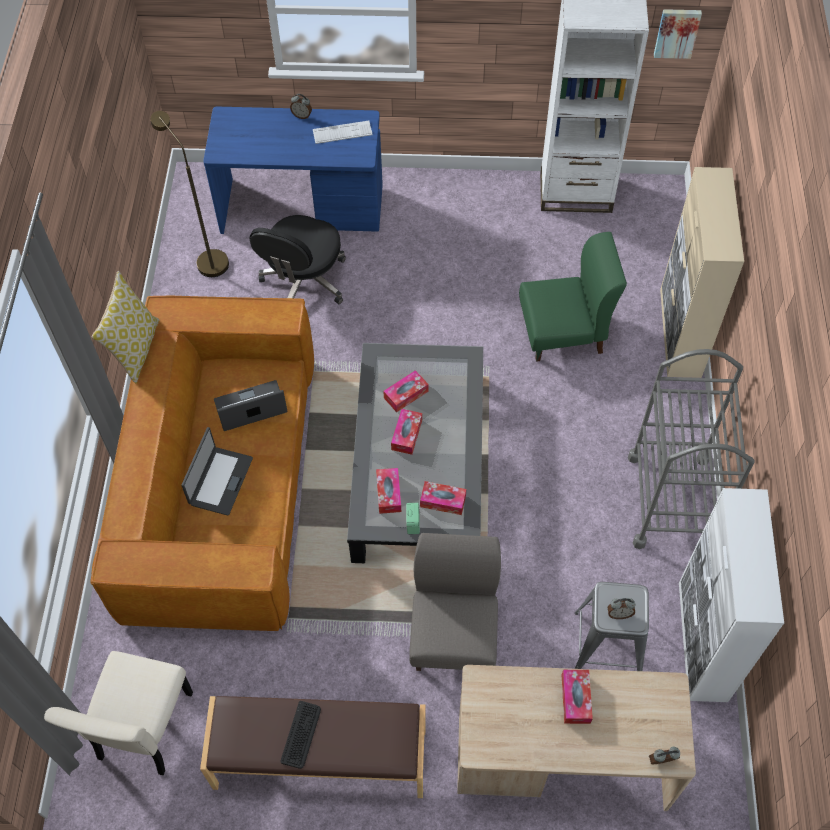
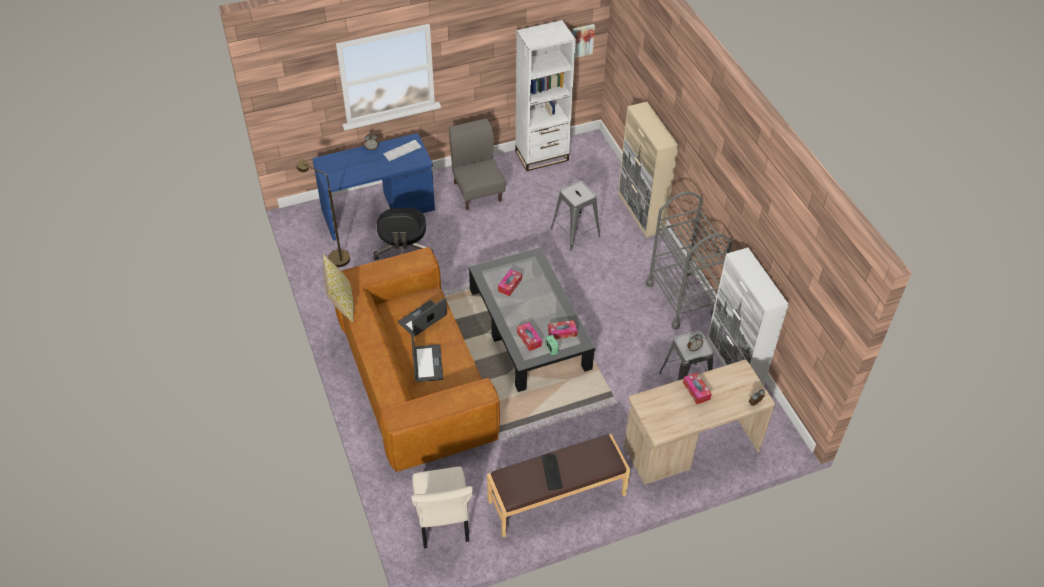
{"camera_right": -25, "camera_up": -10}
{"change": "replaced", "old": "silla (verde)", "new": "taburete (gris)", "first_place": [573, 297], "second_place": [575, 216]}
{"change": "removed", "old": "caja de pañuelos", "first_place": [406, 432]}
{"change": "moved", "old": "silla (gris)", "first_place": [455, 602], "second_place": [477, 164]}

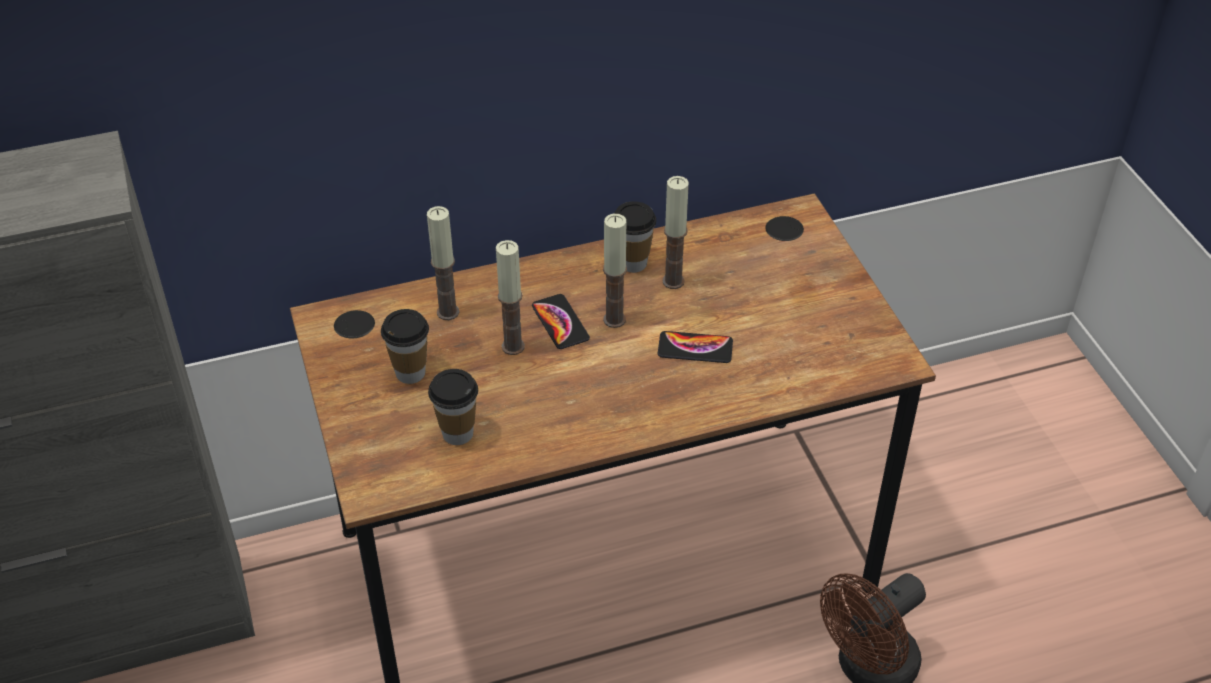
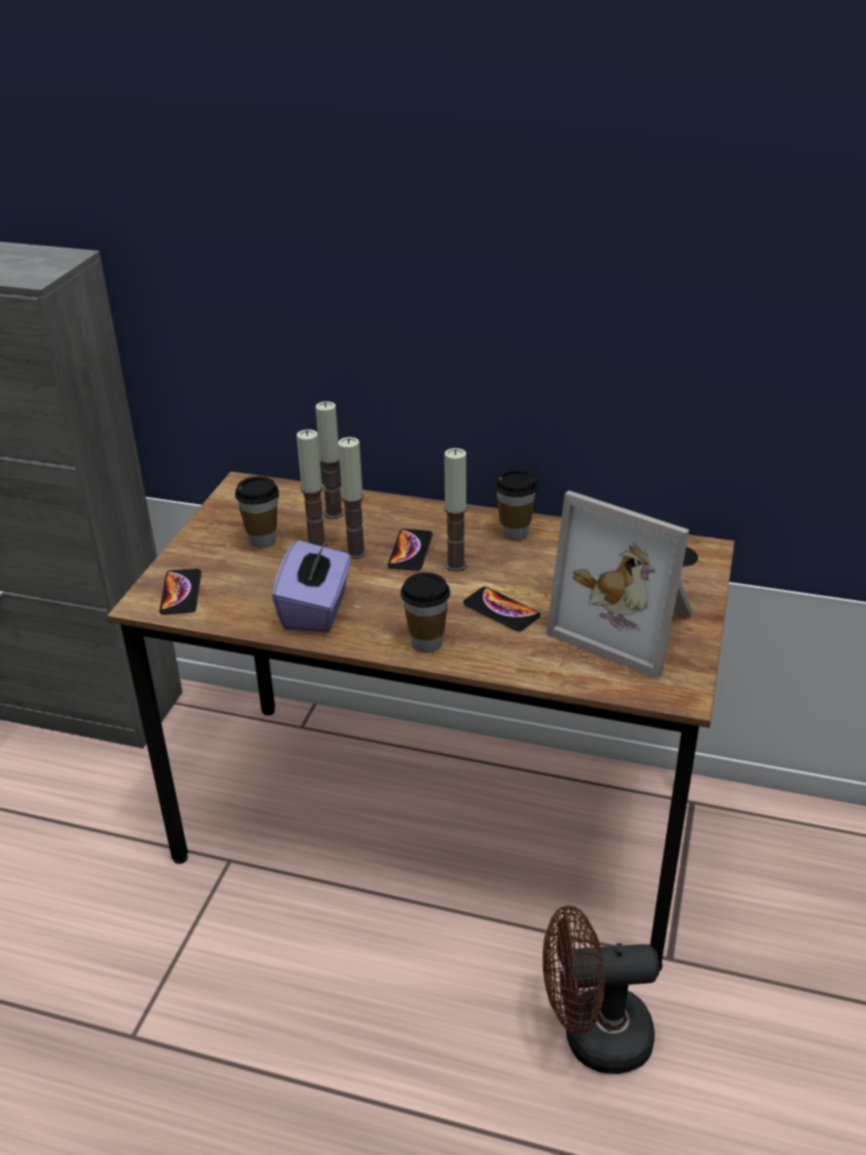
{"camera_right": 35, "camera_up": -10}
{"change": "moved", "old": "vela", "first_place": [675, 232], "second_place": [312, 488]}
{"change": "moved", "old": "taza", "first_place": [453, 407], "second_place": [425, 612]}
{"change": "added", "new": "portarretratos", "second_place": [620, 584]}
{"change": "added", "new": "caja de pañuelos (morado)", "second_place": [311, 586]}
{"change": "added", "new": "móvil", "second_place": [180, 591]}

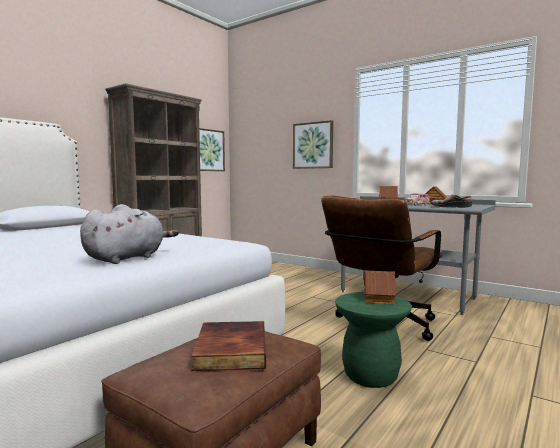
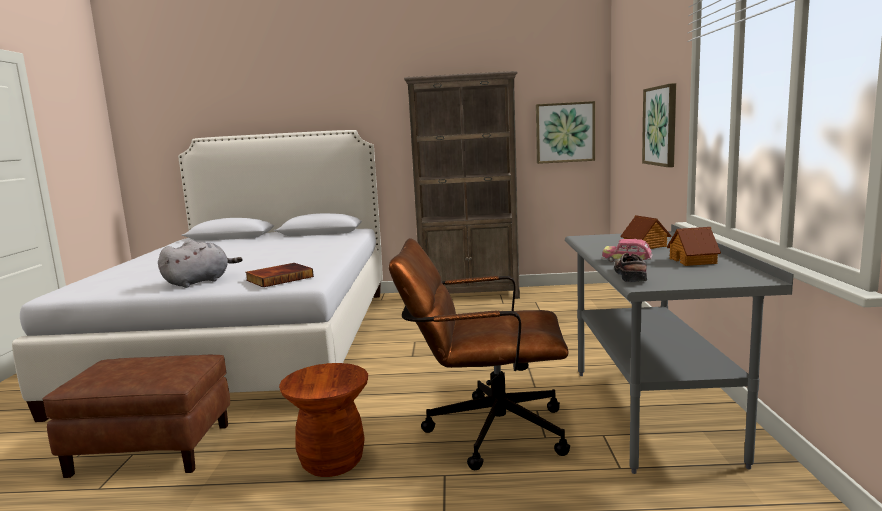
{"camera_right": 55, "camera_up": 5}
{"change": "turned", "old": "peluche (gris)", "first_place": [129, 234], "second_place": [200, 264], "degrees": -45}
{"change": "removed", "old": "casita", "first_place": [380, 287]}
{"change": "recoloured", "old": "taburete (verde)", "new": "taburete (marrón)", "first_place": [373, 340], "second_place": [323, 420]}
{"change": "moved", "old": "libro", "first_place": [228, 346], "second_place": [279, 275]}

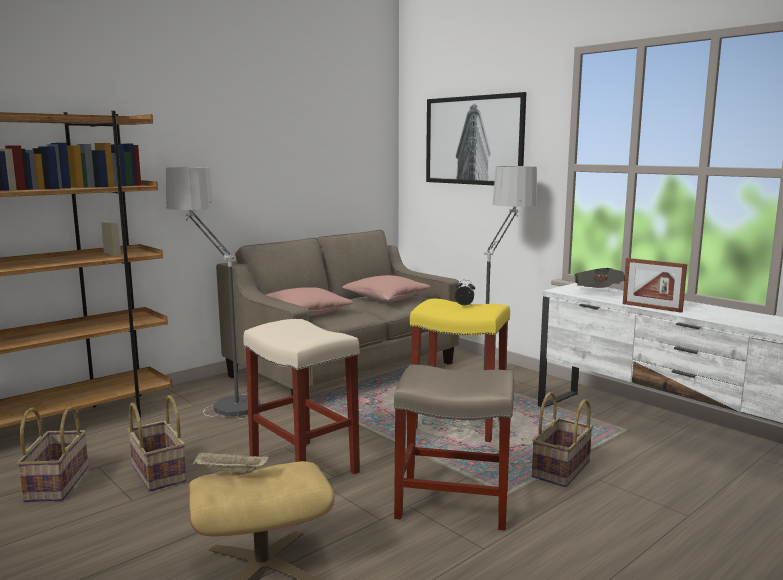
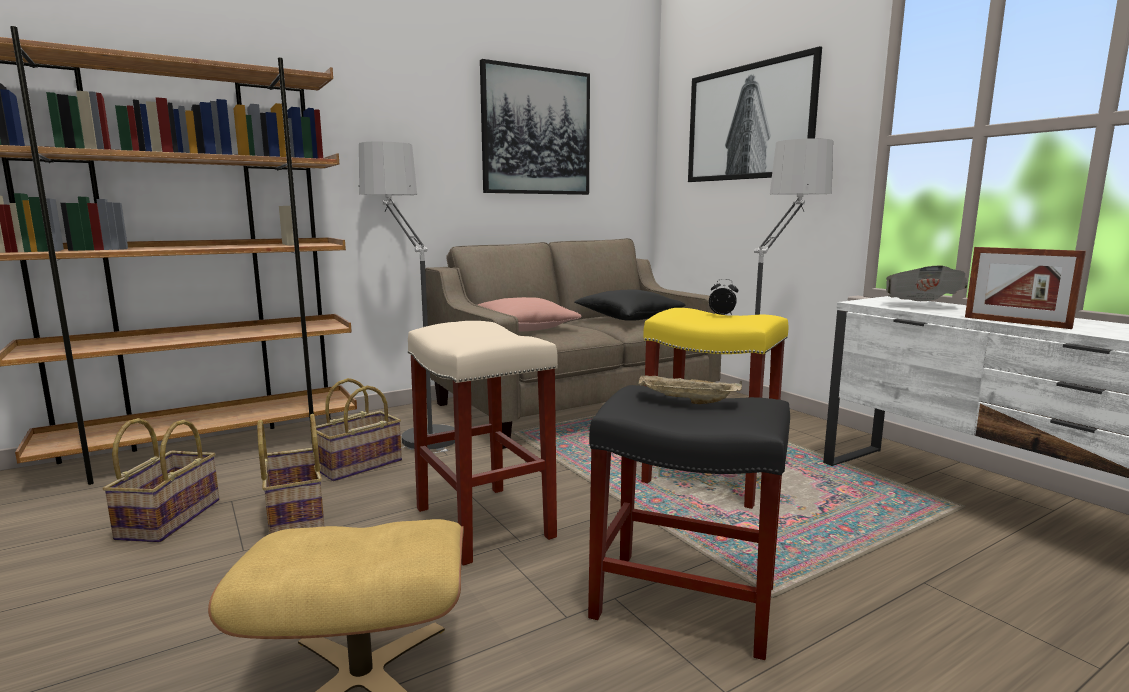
{"camera_right": 10, "camera_up": 0}
{"change": "recoloured", "old": "cojín (rosa)", "new": "cojín (negro)", "first_place": [386, 288], "second_place": [630, 305]}
{"change": "recoloured", "old": "taburete (beis)", "new": "taburete (negro)", "first_place": [454, 448], "second_place": [689, 522]}
{"change": "moved", "old": "cesta", "first_place": [562, 439], "second_place": [356, 429]}
{"change": "moved", "old": "bandeja (beis)", "first_place": [231, 463], "second_place": [690, 389]}
{"change": "added", "new": "cuadro", "second_place": [535, 127]}

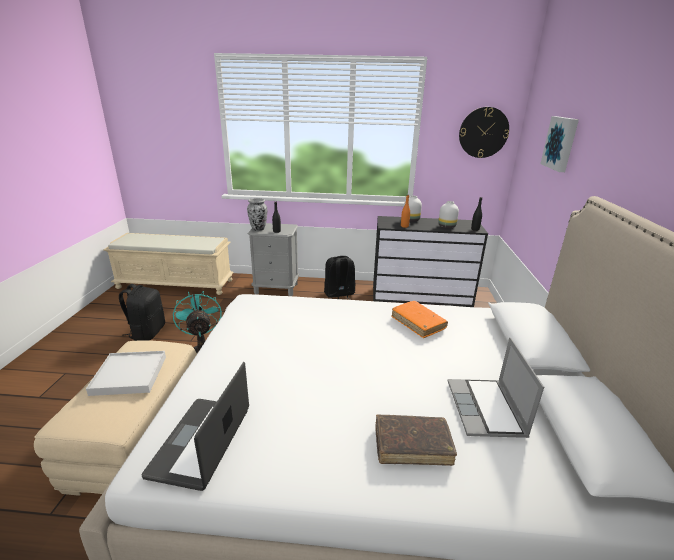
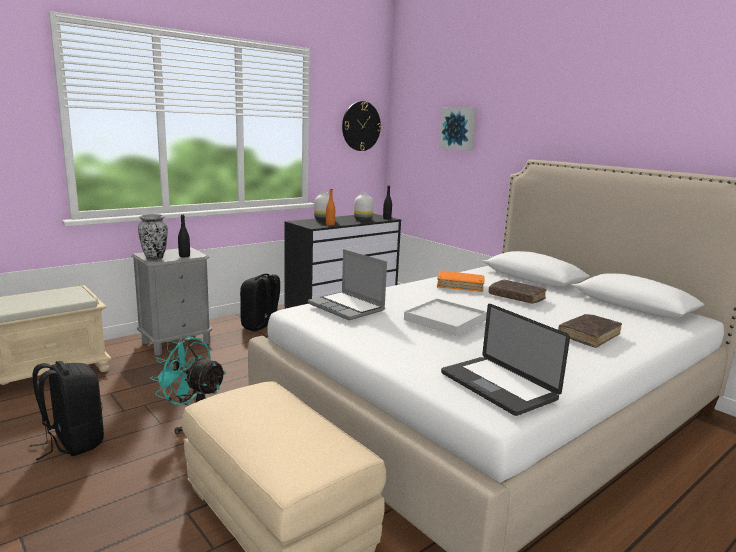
{"camera_right": -45, "camera_up": -10}
{"change": "moved", "old": "portátil", "first_place": [496, 387], "second_place": [347, 284]}
{"change": "moved", "old": "bandeja (blanco)", "first_place": [126, 373], "second_place": [445, 317]}
{"change": "added", "new": "libro (marrón)", "second_place": [517, 292]}

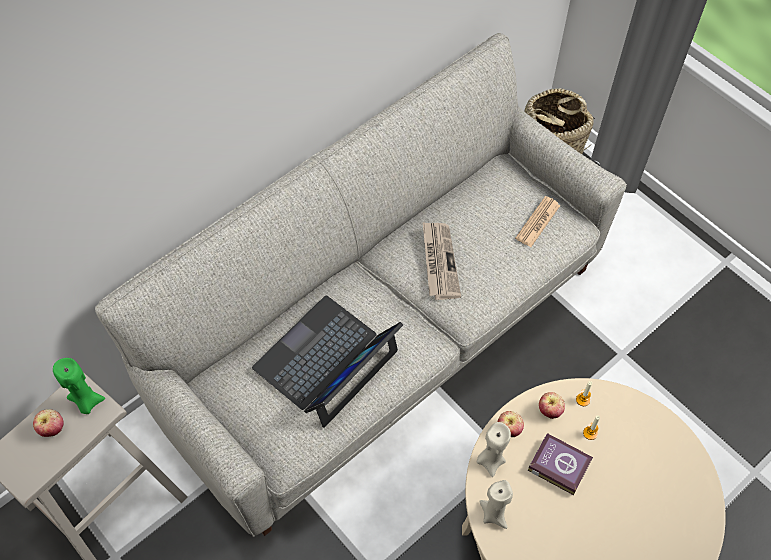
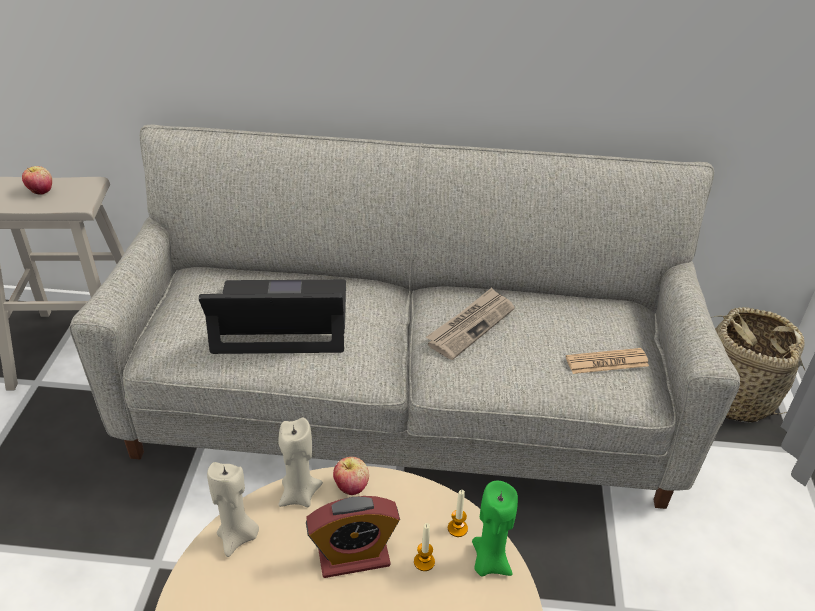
{"camera_right": 45, "camera_up": -20}
{"change": "moved", "old": "vela (verde)", "first_place": [79, 386], "second_place": [495, 529]}
{"change": "removed", "old": "manzana", "first_place": [552, 405]}
{"change": "replaced", "old": "libro", "new": "despertador", "first_place": [560, 464], "second_place": [353, 537]}

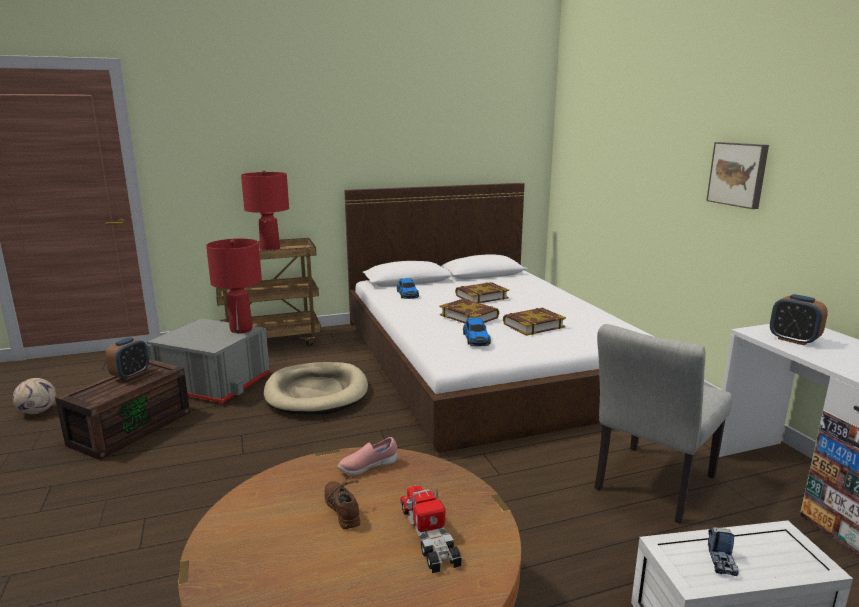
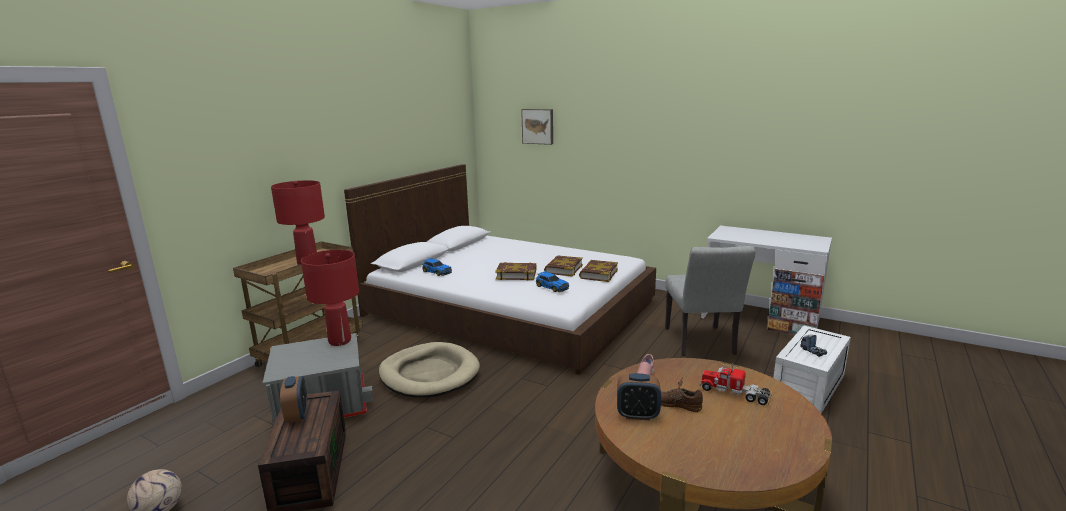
{"camera_right": -40, "camera_up": 0}
{"change": "moved", "old": "cuadro", "first_place": [737, 175], "second_place": [537, 127]}
{"change": "moved", "old": "libro", "first_place": [482, 292], "second_place": [598, 271]}
{"change": "moved", "old": "despertador", "first_place": [799, 319], "second_place": [639, 396]}

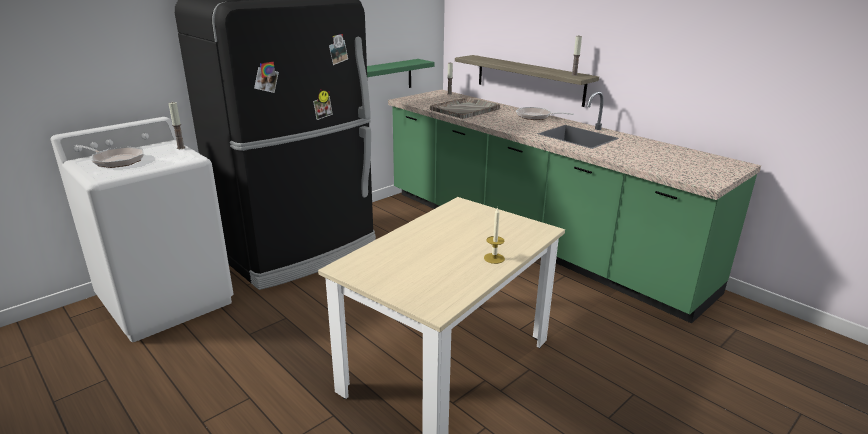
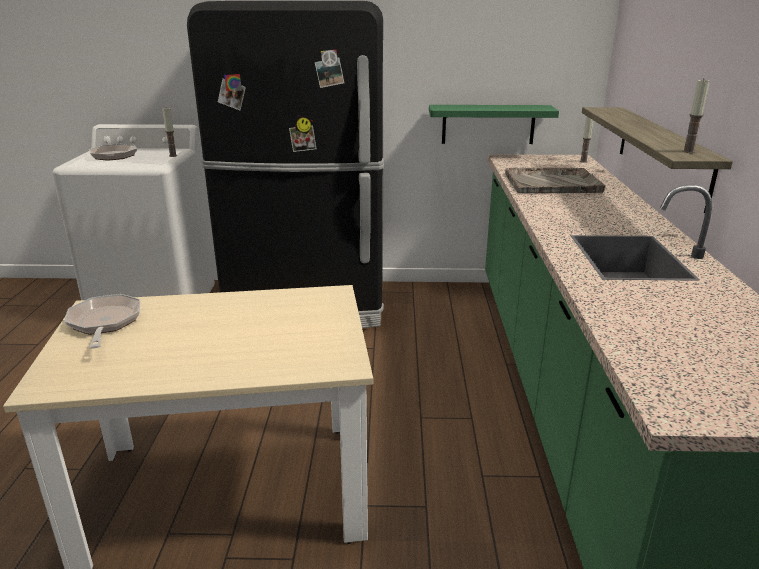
{"camera_right": 45, "camera_up": 0}
{"change": "moved", "old": "sartén", "first_place": [545, 113], "second_place": [102, 321]}
{"change": "removed", "old": "vela", "first_place": [494, 235]}

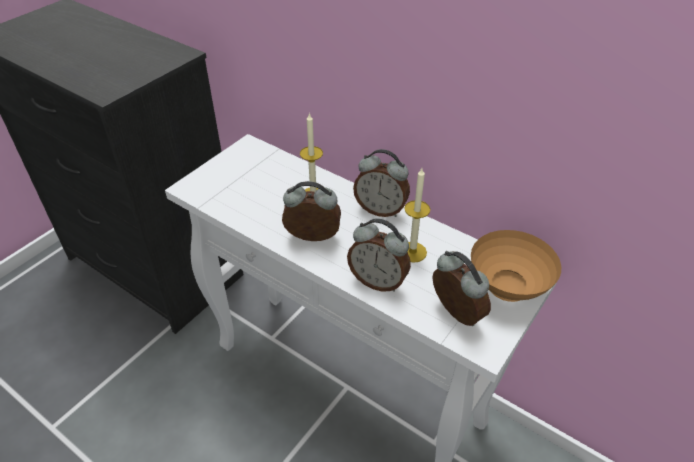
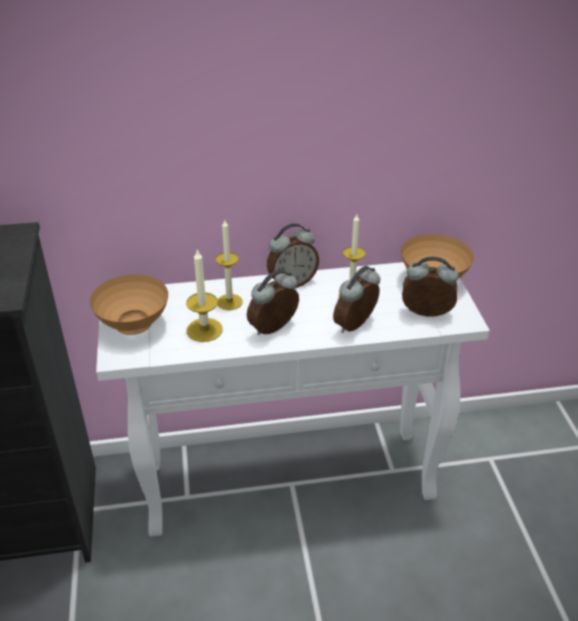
{"camera_right": -45, "camera_up": -5}
{"change": "turned", "old": "despertador", "first_place": [379, 255], "second_place": [356, 299], "degrees": 150}
{"change": "added", "new": "vela", "second_place": [204, 295]}
{"change": "added", "new": "cuenco (marrón)", "second_place": [129, 304]}

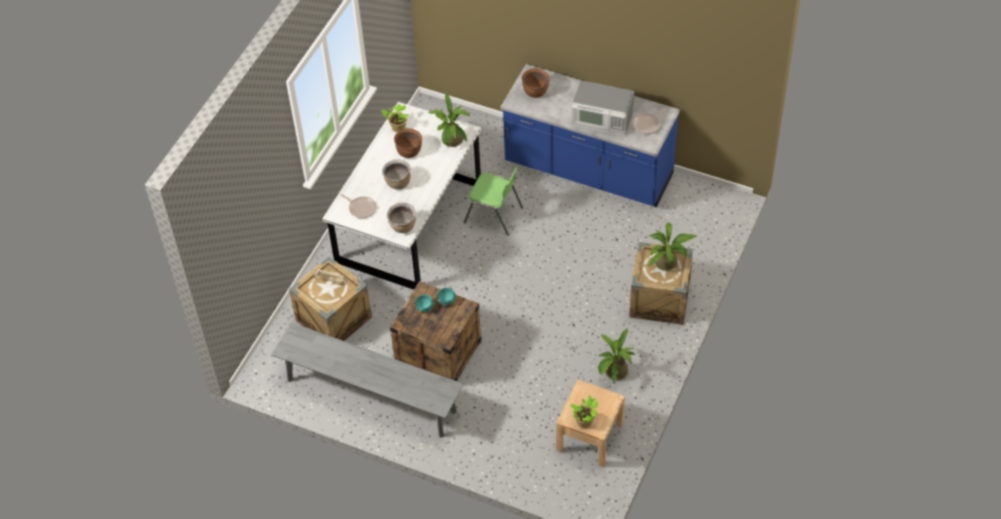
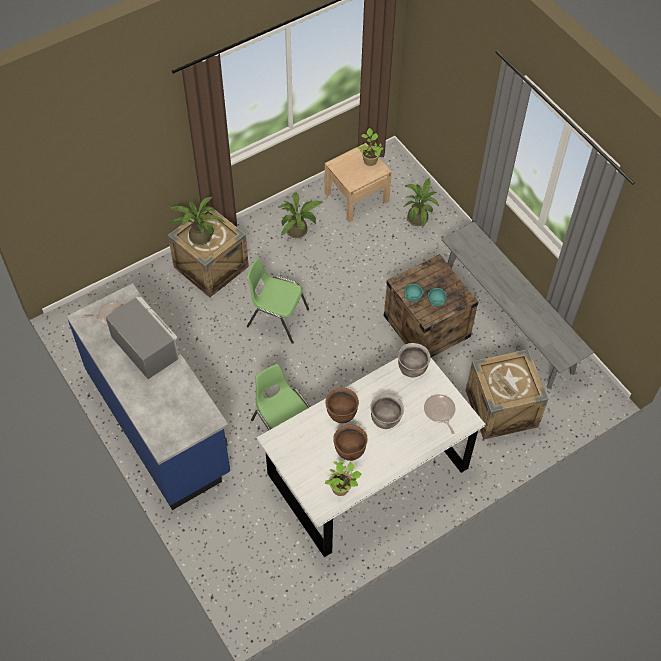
{"camera_right": -150, "camera_up": 5}
{"change": "moved", "old": "olla (marrón)", "first_place": [536, 83], "second_place": [342, 405]}
{"change": "moved", "old": "planta en maceta", "first_place": [449, 120], "second_place": [421, 202]}
{"change": "added", "new": "silla (verde)", "second_place": [278, 301]}

